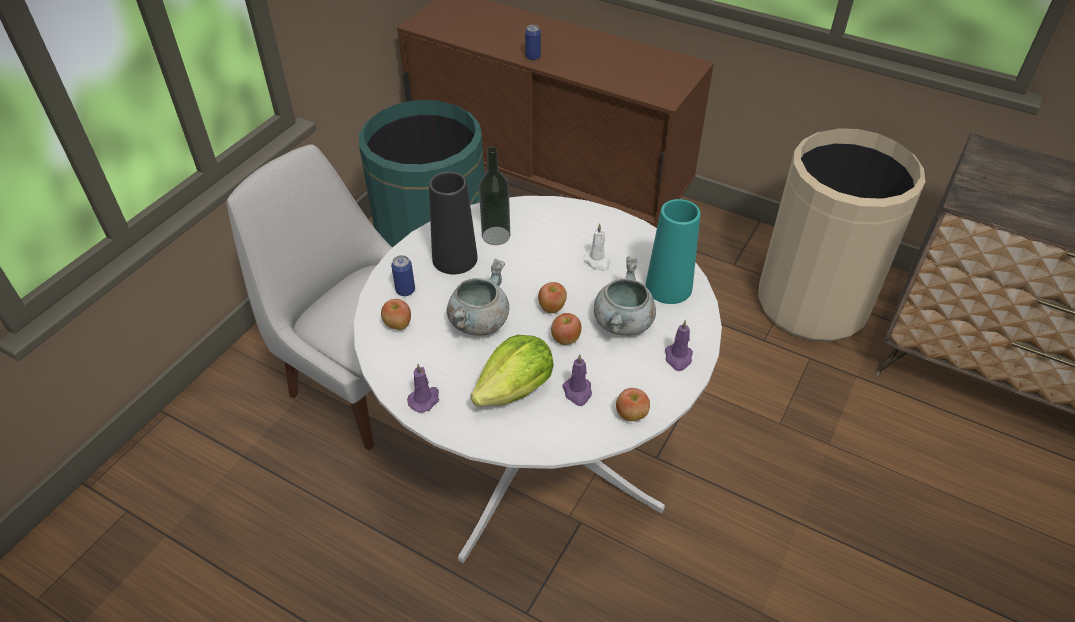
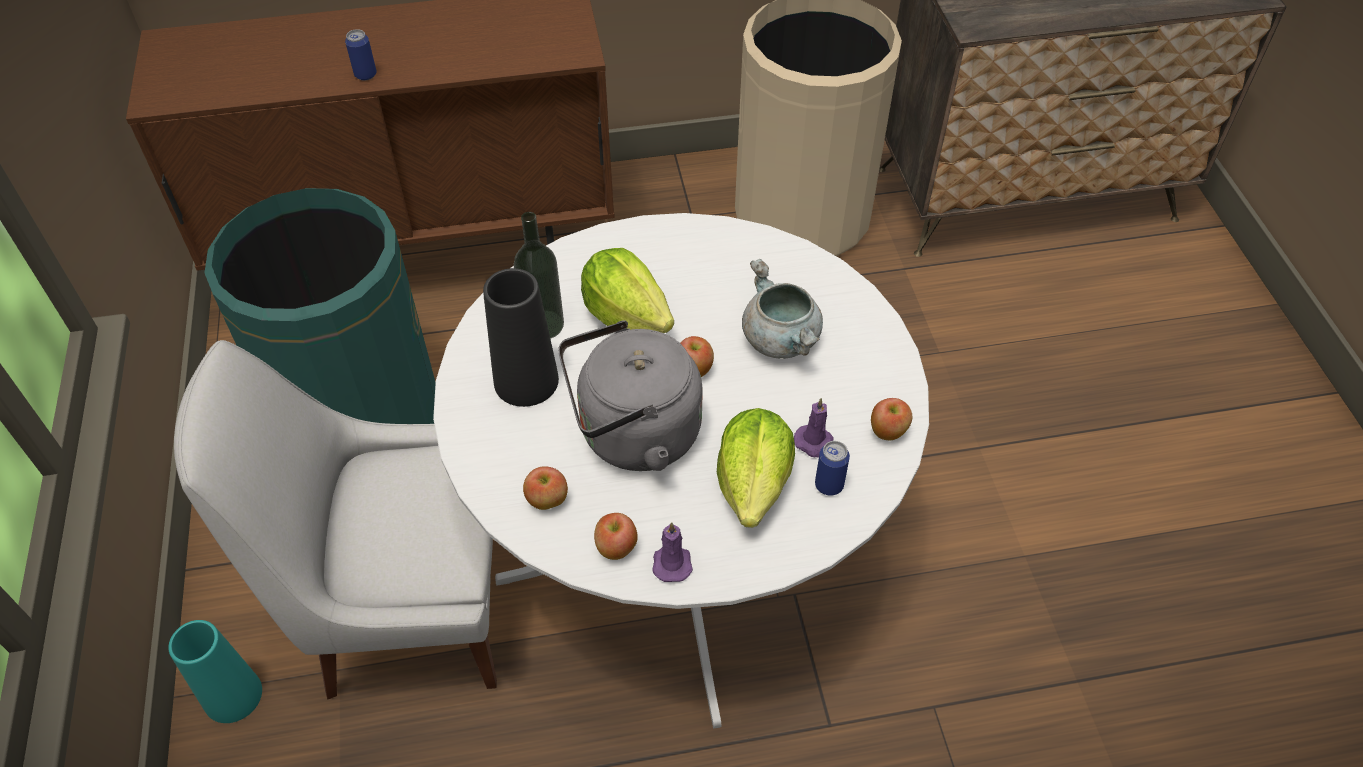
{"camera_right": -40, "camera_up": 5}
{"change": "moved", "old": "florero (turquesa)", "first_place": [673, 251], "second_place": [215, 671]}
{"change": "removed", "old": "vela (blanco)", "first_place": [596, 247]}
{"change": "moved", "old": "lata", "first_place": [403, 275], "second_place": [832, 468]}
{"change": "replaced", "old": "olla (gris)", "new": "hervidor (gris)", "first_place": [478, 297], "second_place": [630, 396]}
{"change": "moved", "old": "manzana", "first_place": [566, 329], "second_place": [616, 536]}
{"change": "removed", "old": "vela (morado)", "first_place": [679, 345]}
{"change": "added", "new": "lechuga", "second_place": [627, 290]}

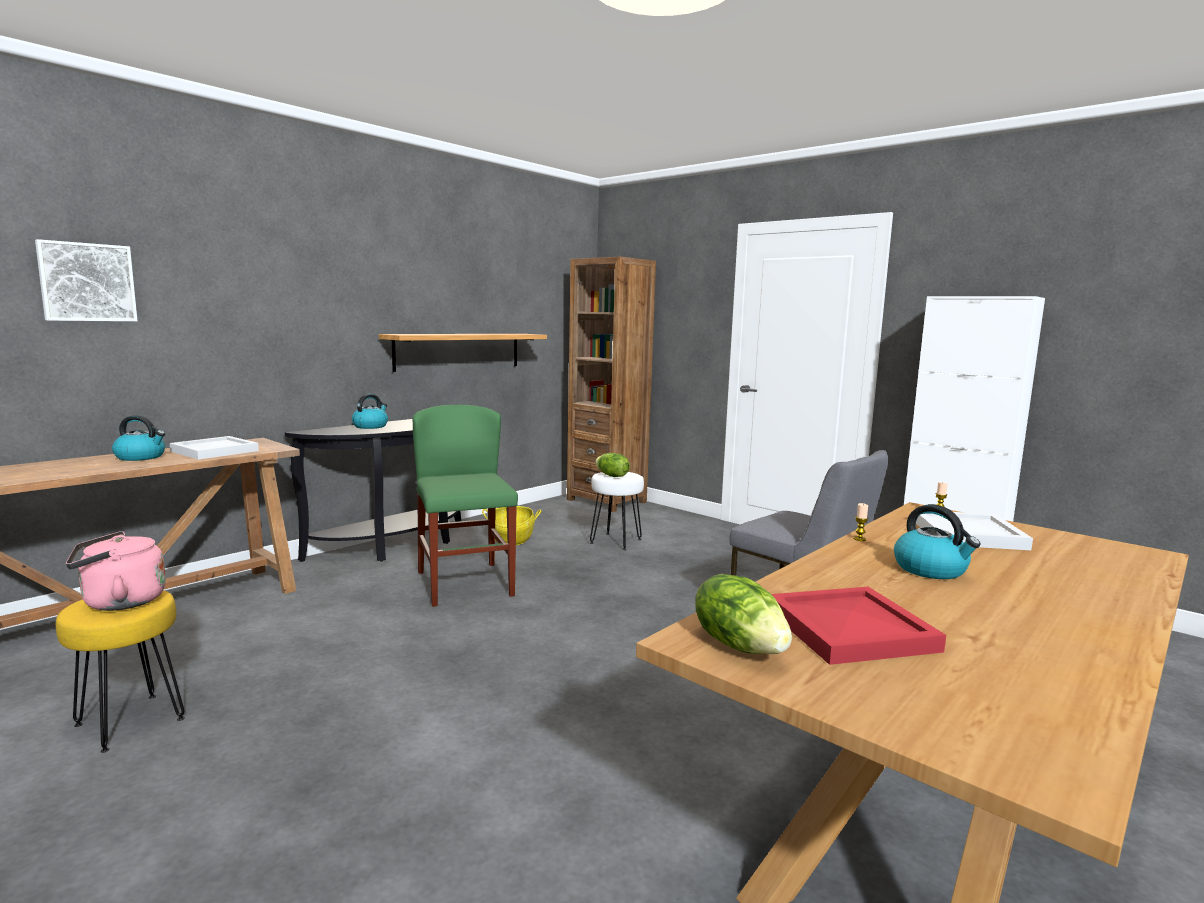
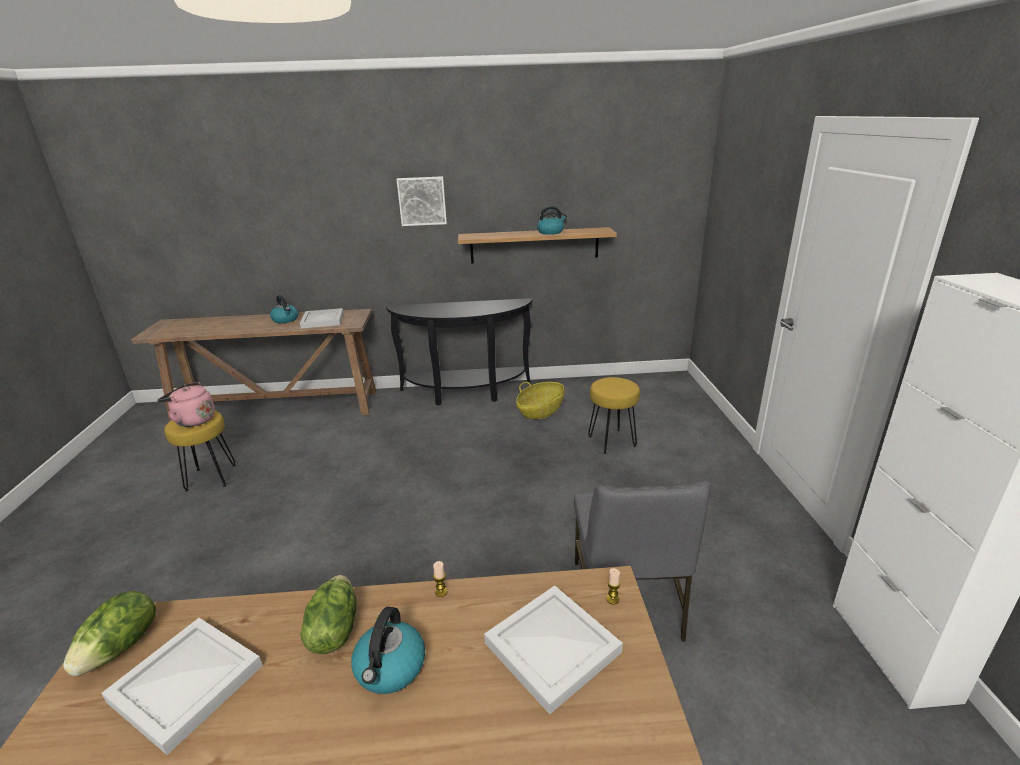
{"camera_right": 45, "camera_up": 15}
{"change": "moved", "old": "cuadro", "first_place": [86, 280], "second_place": [422, 201]}
{"change": "removed", "old": "estantería (marrón)", "first_place": [611, 384]}
{"change": "moved", "old": "hervidor", "first_place": [370, 411], "second_place": [552, 220]}
{"change": "removed", "old": "silla (verde)", "first_place": [465, 506]}
{"change": "moved", "old": "lechuga", "first_place": [612, 465], "second_place": [328, 614]}
{"change": "recoloured", "old": "taburete (blanco)", "new": "taburete (amarillo)", "first_place": [617, 511], "second_place": [614, 415]}
{"change": "recoloured", "old": "bandeja (rojo)", "new": "bandeja (blanco)", "first_place": [858, 626], "second_place": [182, 686]}

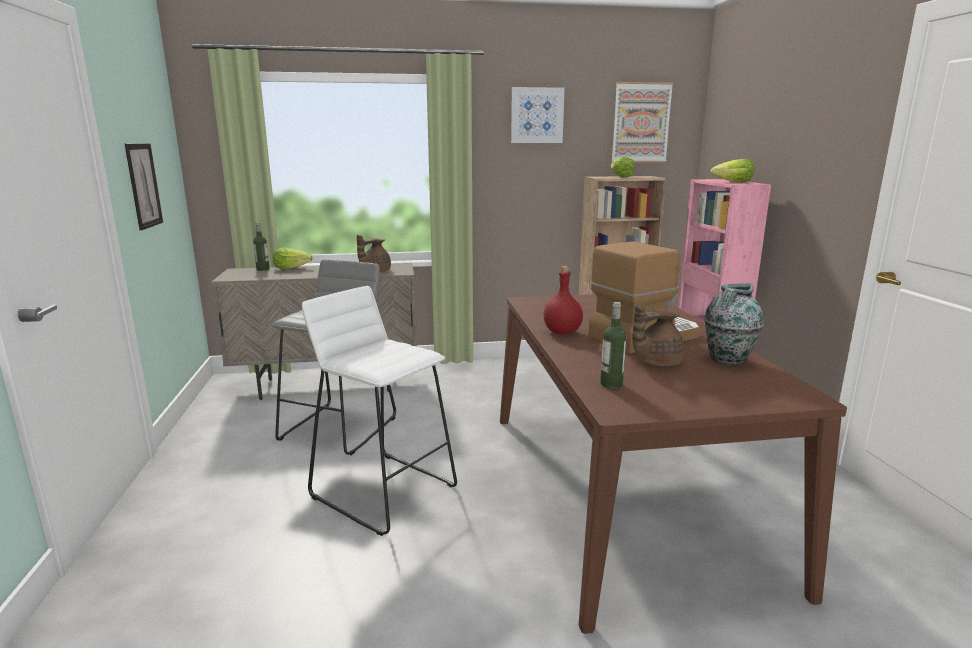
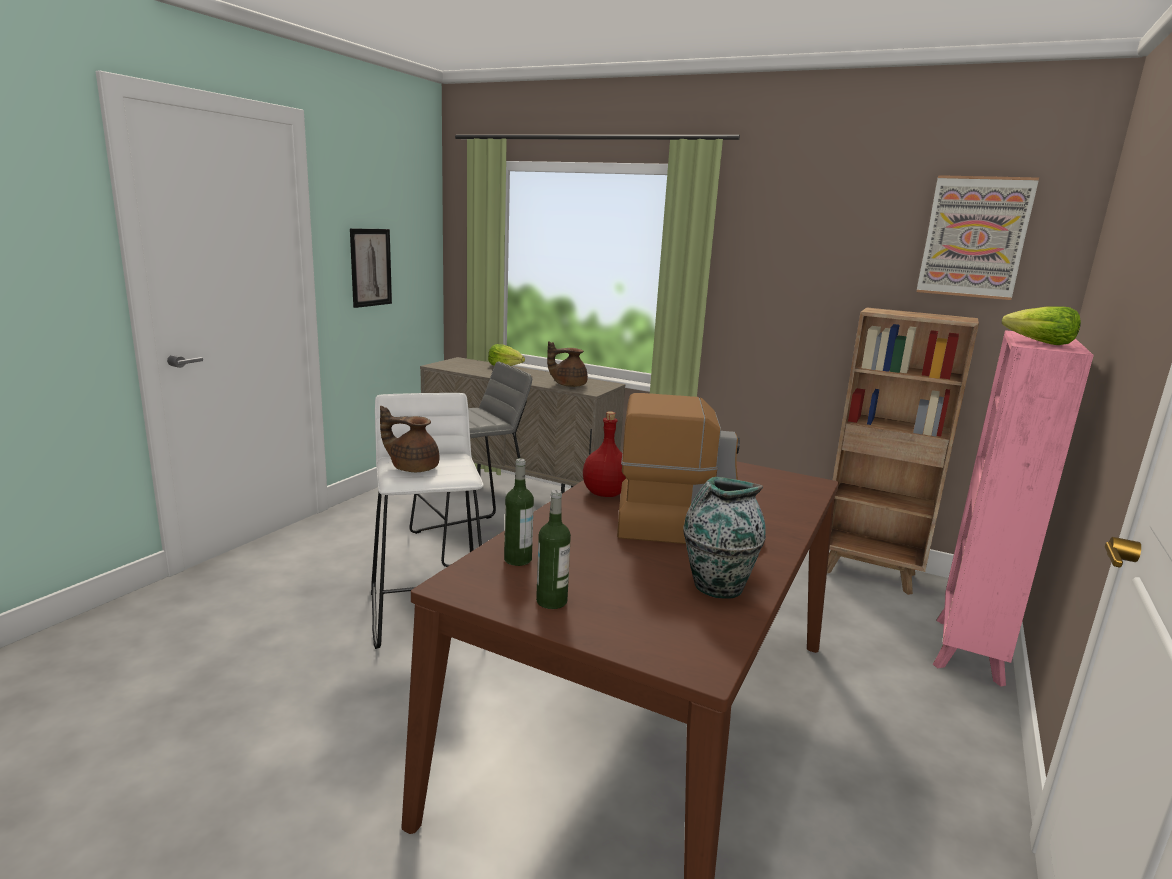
{"camera_right": 35, "camera_up": 0}
{"change": "removed", "old": "cuadro", "first_place": [538, 115]}
{"change": "removed", "old": "lechuga", "first_place": [623, 167]}
{"change": "moved", "old": "botella", "first_place": [261, 247], "second_place": [553, 549]}
{"change": "moved", "old": "tetera (marrón)", "first_place": [658, 335], "second_place": [410, 439]}

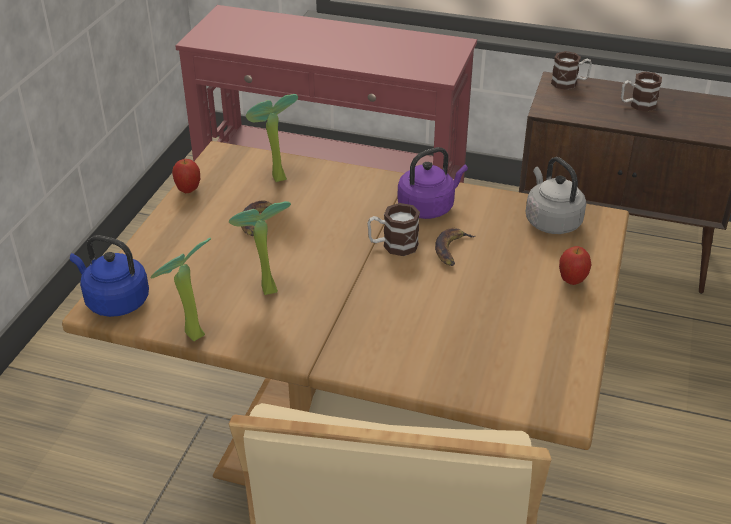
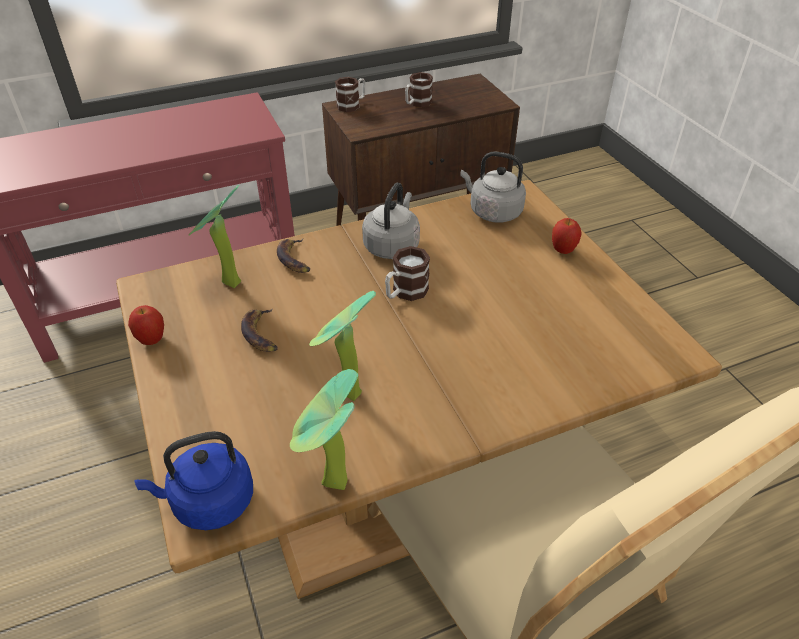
{"camera_right": -40, "camera_up": 5}
{"change": "recoloured", "old": "hervidor (morado)", "new": "hervidor (gris)", "first_place": [432, 183], "second_place": [391, 221]}
{"change": "moved", "old": "plátano", "first_place": [455, 247], "second_place": [293, 256]}

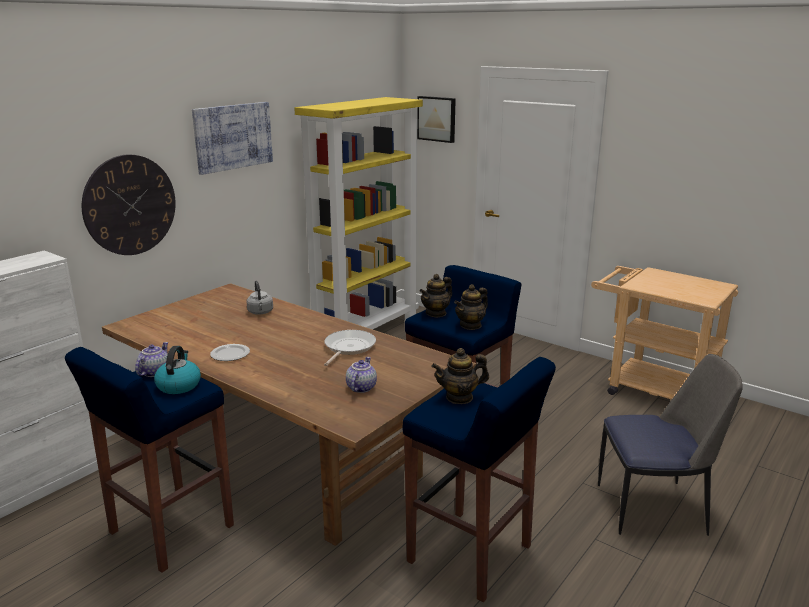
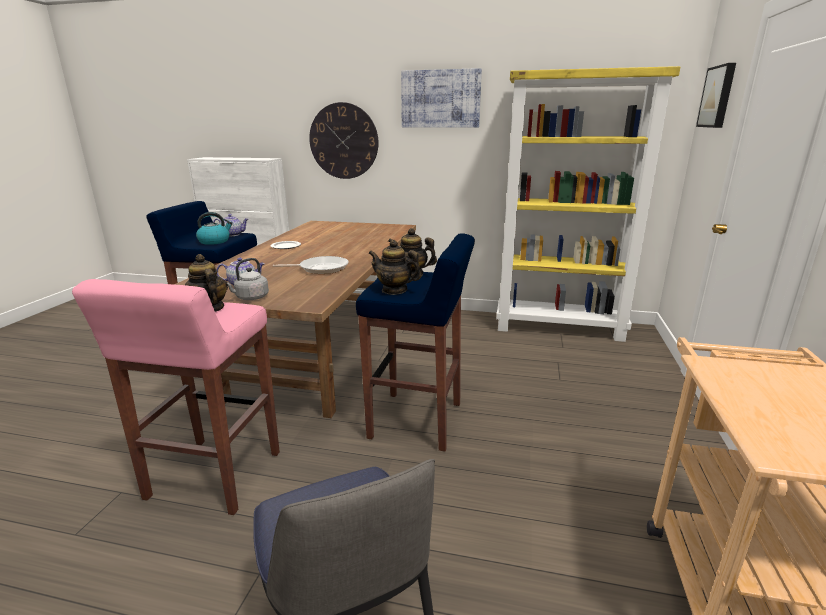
{"camera_right": 65, "camera_up": 0}
{"change": "moved", "old": "hervidor (gris)", "first_place": [260, 298], "second_place": [248, 279]}
{"change": "recoloured", "old": "taburete (azul)", "new": "taburete (rosa)", "first_place": [479, 479], "second_place": [176, 397]}

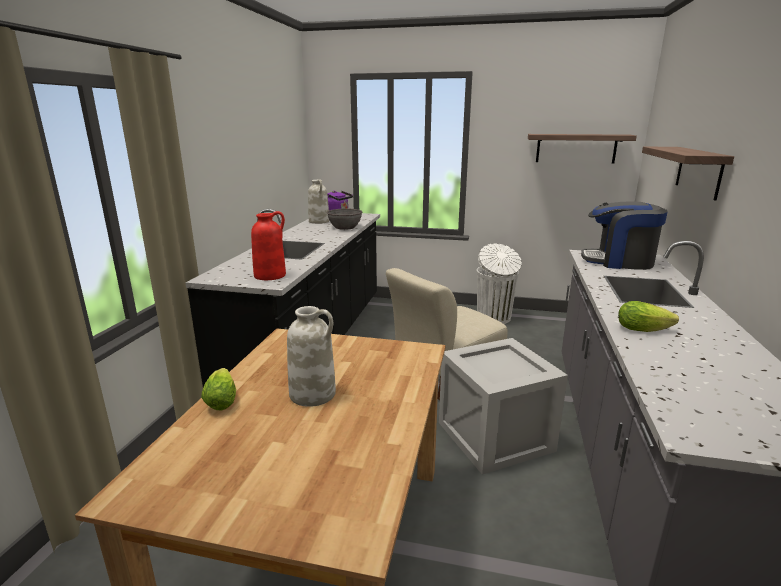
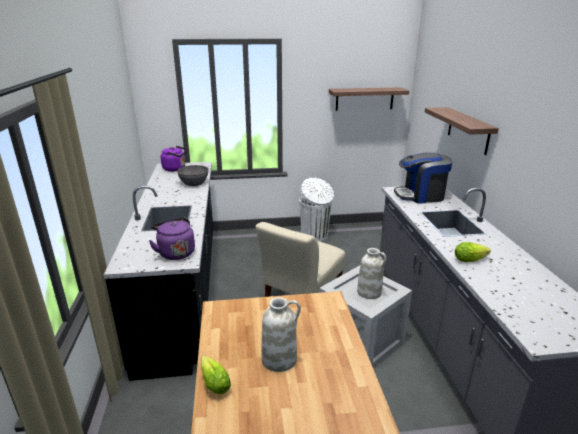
{"camera_right": -20, "camera_up": 5}
{"change": "moved", "old": "florero (blanco)", "first_place": [318, 201], "second_place": [371, 273]}
{"change": "replaced", "old": "florero (rojo)", "new": "hervidor (morado)", "first_place": [268, 245], "second_place": [172, 238]}

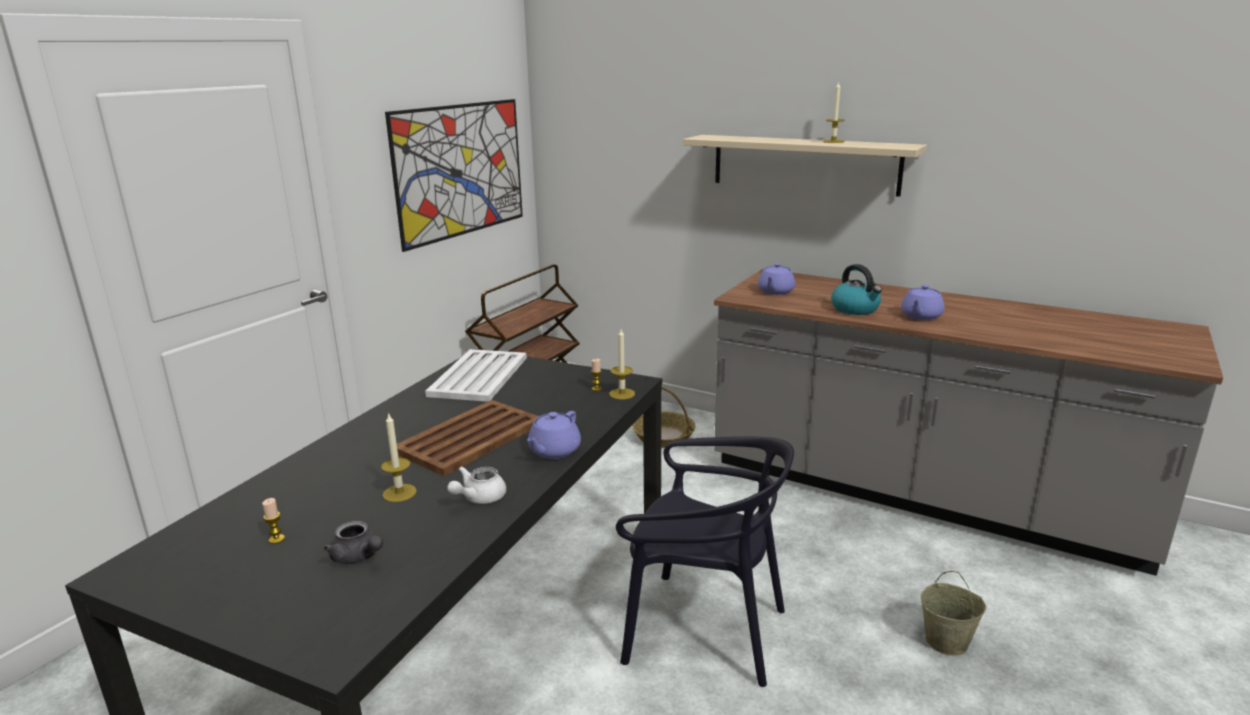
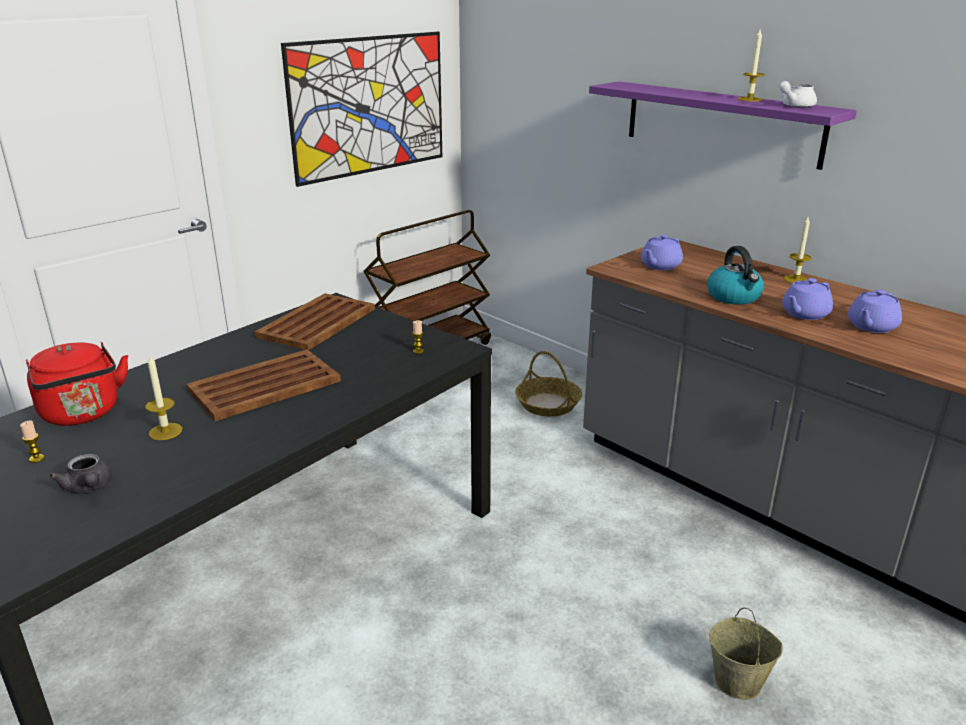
{"camera_right": 15, "camera_up": 5}
{"change": "recoloured", "old": "estante (beis)", "new": "estante (morado)", "first_place": [805, 166], "second_place": [723, 125]}
{"change": "moved", "old": "vela", "first_place": [622, 364], "second_place": [797, 250]}
{"change": "recoloured", "old": "bandeja (blanco)", "new": "bandeja (marrón)", "first_place": [476, 375], "second_place": [314, 321]}
{"change": "moved", "old": "tetera (morado)", "first_place": [554, 435], "second_place": [875, 311]}
{"change": "removed", "old": "silla (negro)", "first_place": [705, 562]}
{"change": "moved", "old": "tetera (blanco)", "first_place": [476, 485], "second_place": [798, 94]}
{"change": "added", "new": "hervidor (rojo)", "second_place": [77, 384]}

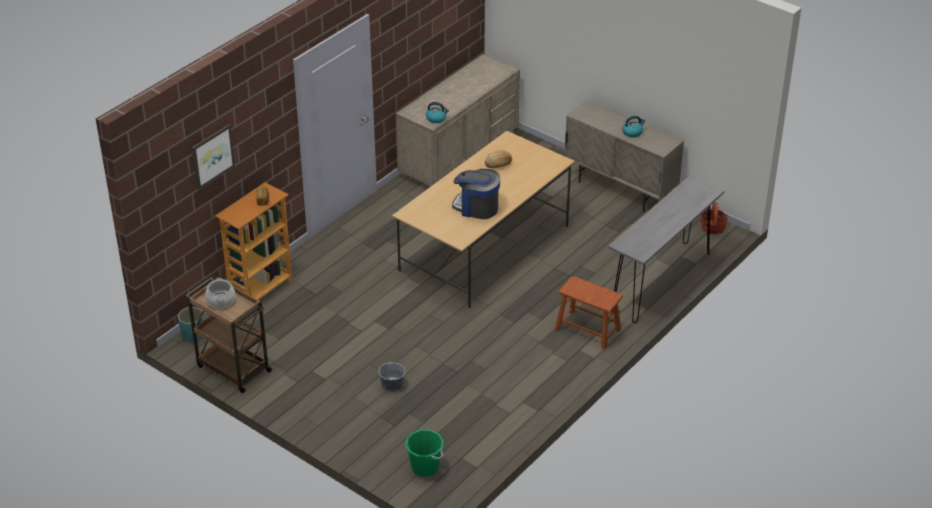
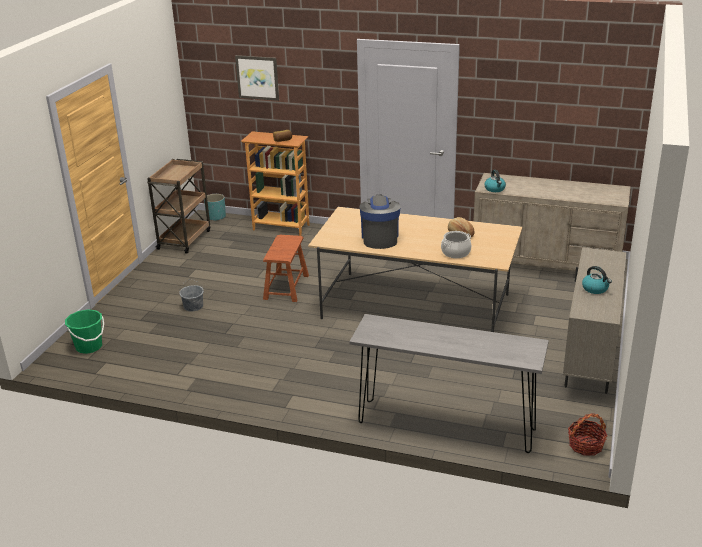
{"camera_right": 70, "camera_up": -10}
{"change": "moved", "old": "taburete (marrón)", "first_place": [589, 313], "second_place": [286, 268]}
{"change": "moved", "old": "olla", "first_place": [220, 293], "second_place": [456, 244]}

